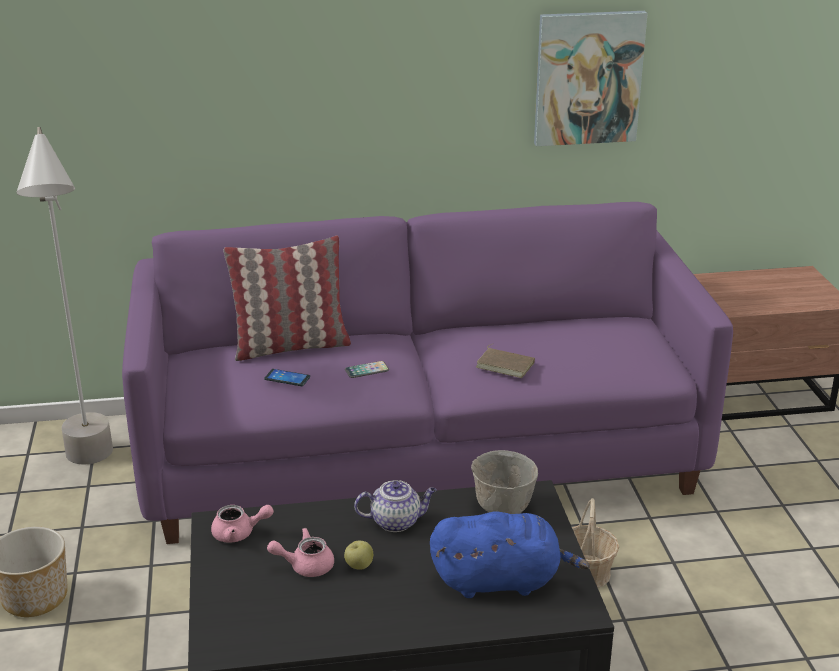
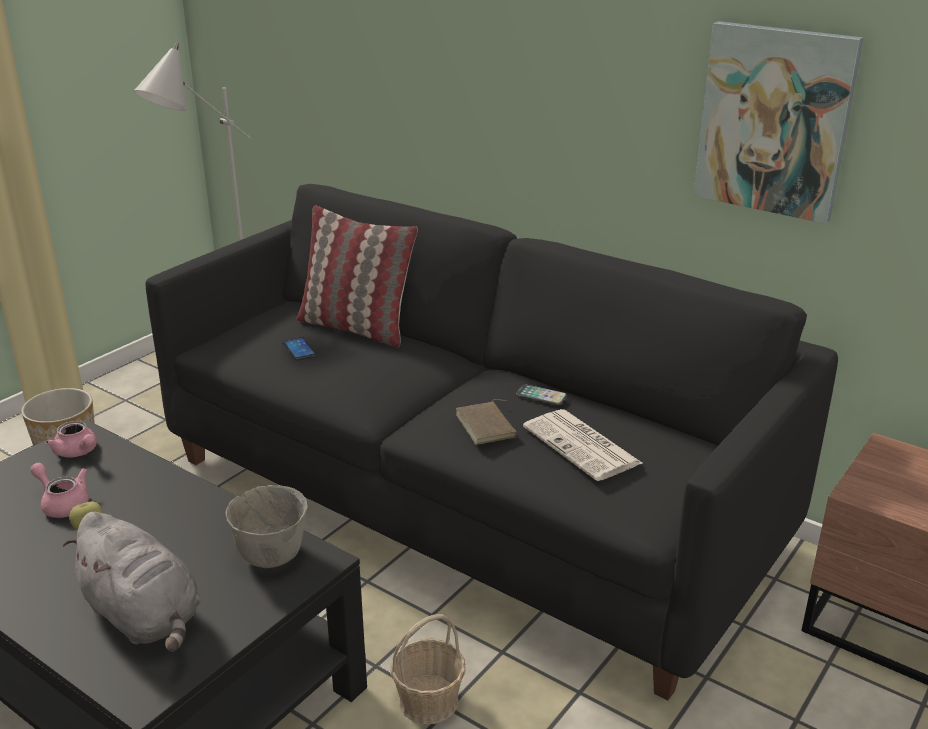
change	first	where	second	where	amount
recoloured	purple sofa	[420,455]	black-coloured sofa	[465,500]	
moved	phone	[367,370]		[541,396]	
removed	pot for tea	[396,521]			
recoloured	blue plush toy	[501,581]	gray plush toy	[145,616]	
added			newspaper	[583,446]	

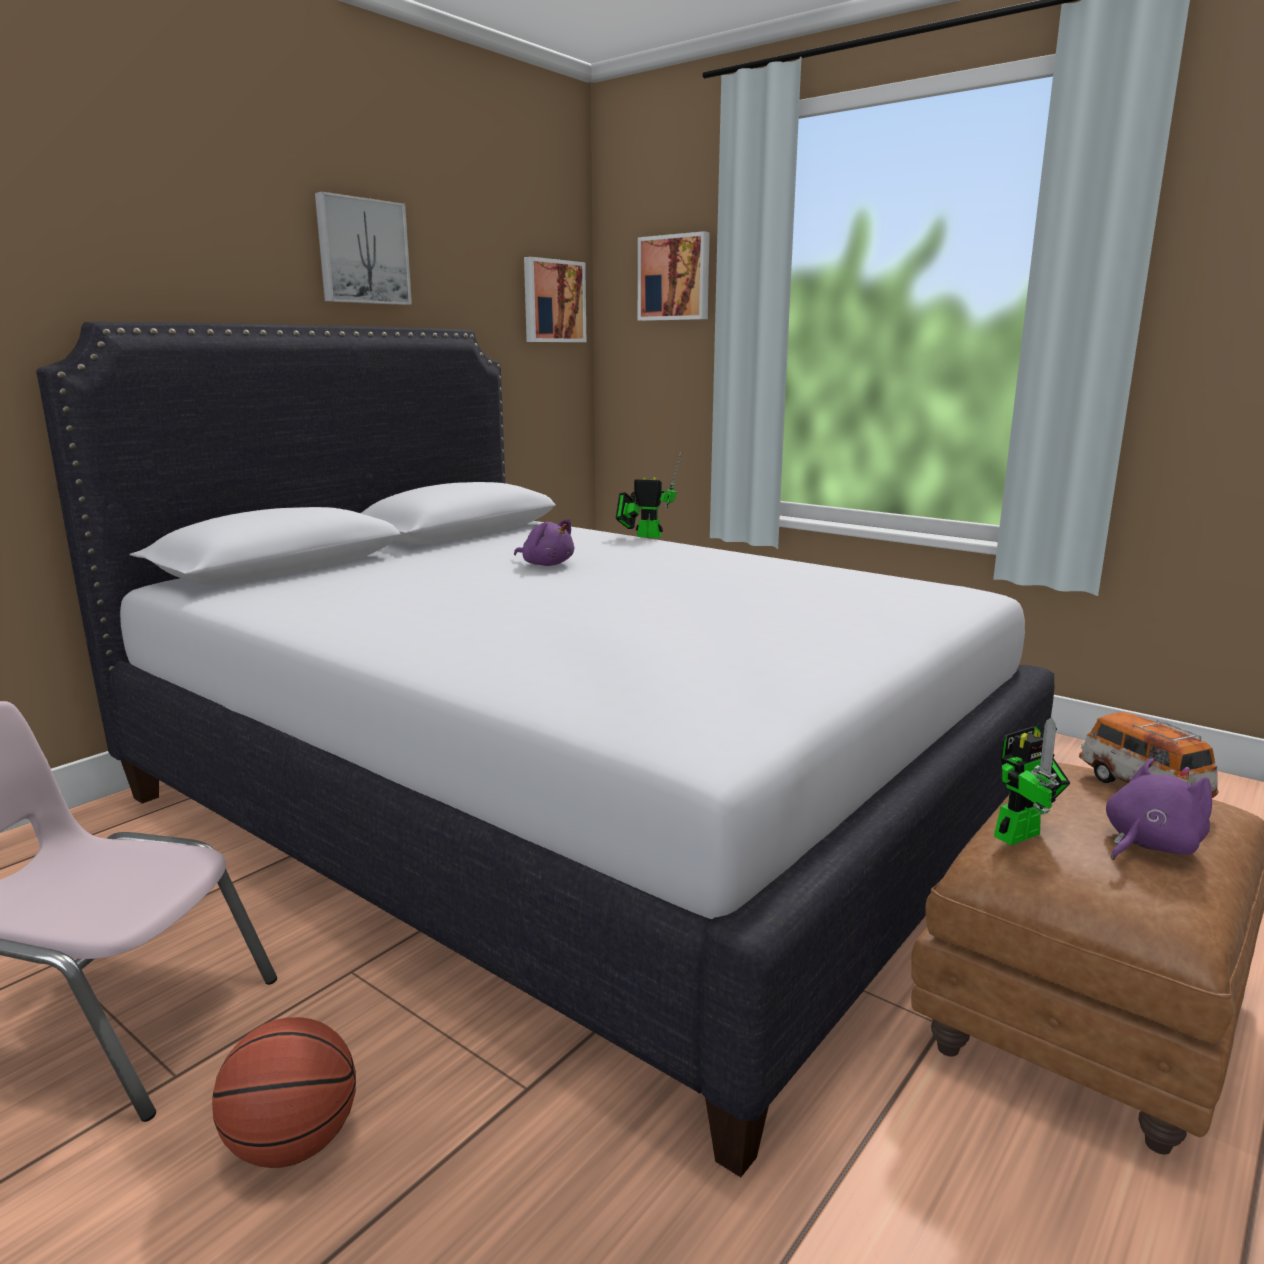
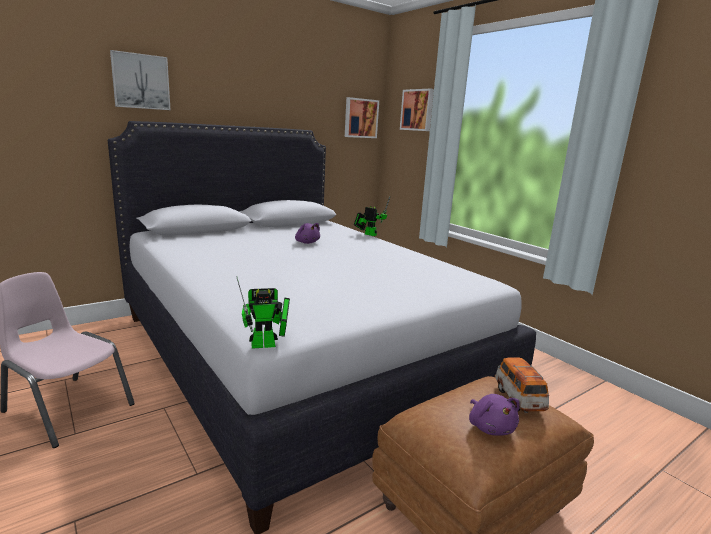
change	first	where	second	where	amount
removed	basketball ball	[292,1143]			
moved	wall picture	[362,251]		[140,81]	
moved	model robot	[1022,833]		[267,344]	
turned	purple plush toy	[1148,844]		[490,427]	90 degrees clockwise

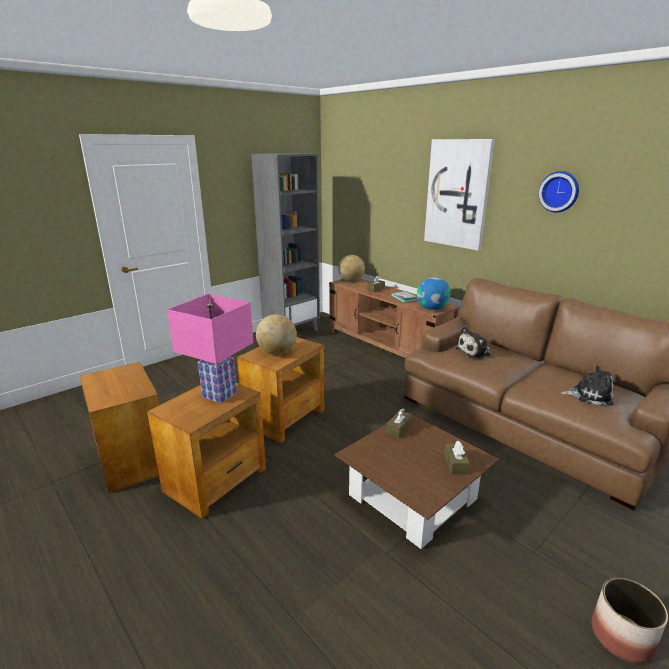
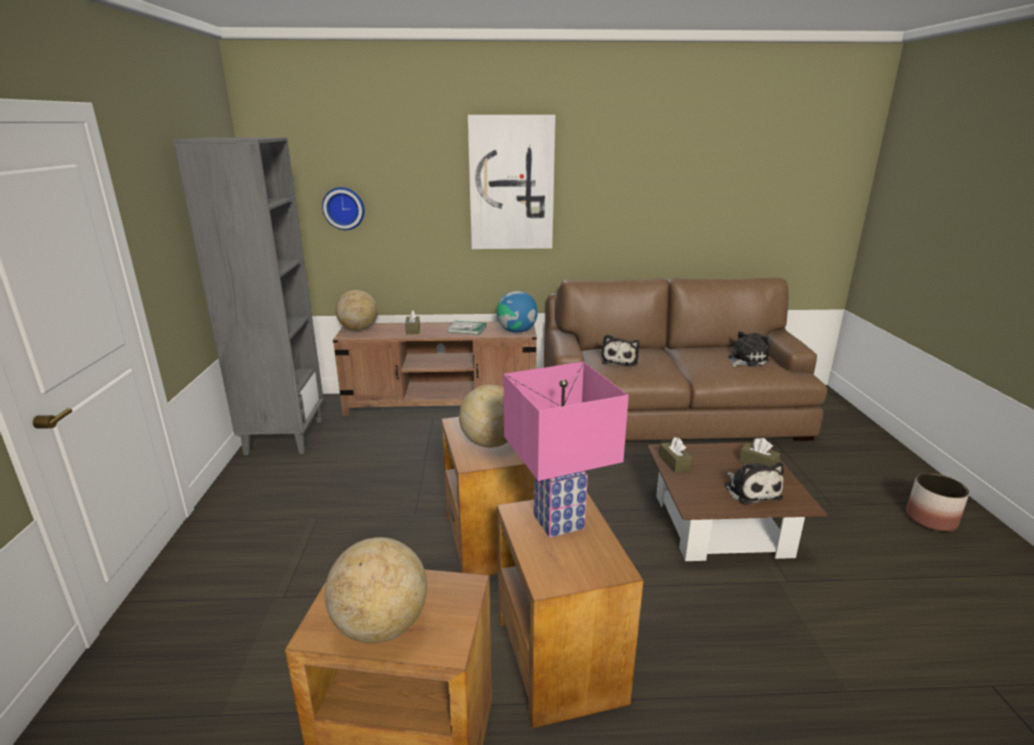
change	first	where	second	where	amount
moved	wall clock	[559,191]		[344,208]	
added			world globe	[381,626]	
added			plush toy	[751,490]	

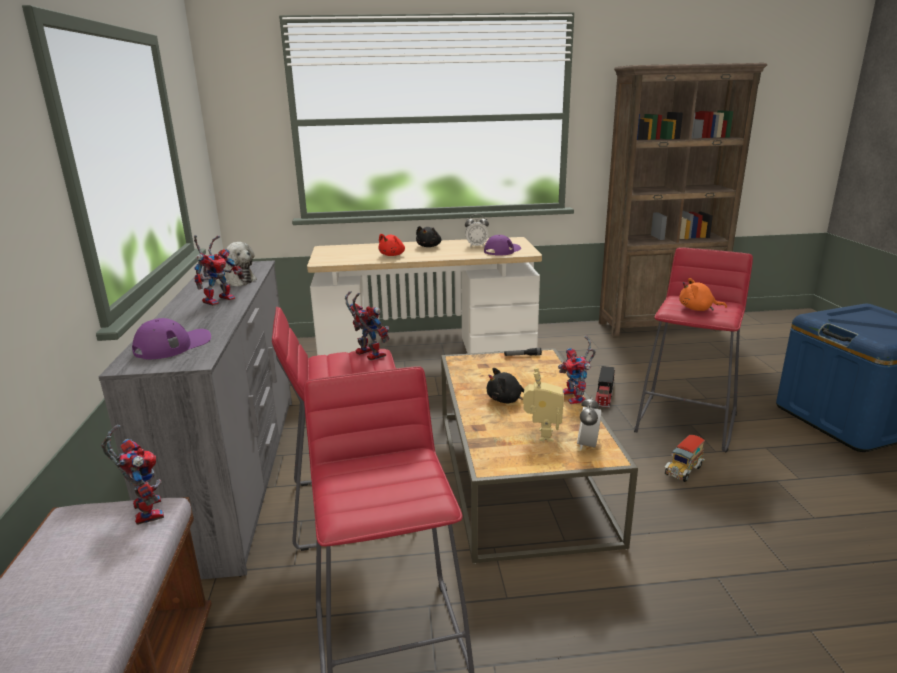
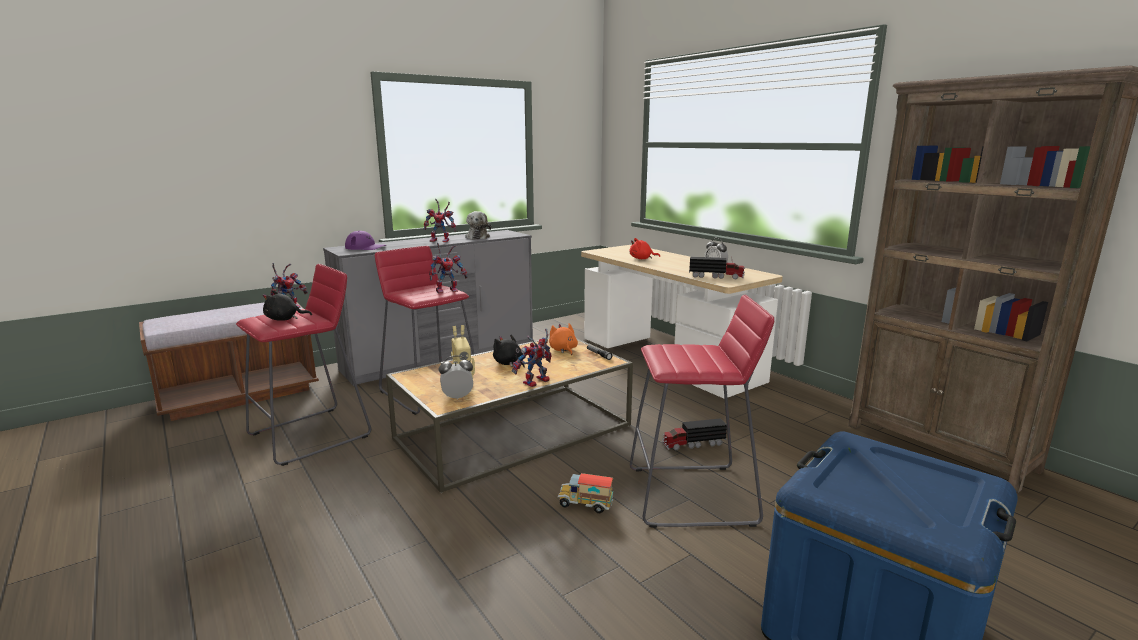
change	first	where	second	where	amount
turned	model robot	[366,354]		[448,290]	45 degrees clockwise
moved	black-coloured plush toy	[429,246]		[284,319]	
replaced	purple cap	[502,250]	model truck	[716,276]	
moved	orangey plush toy	[697,309]		[563,350]	

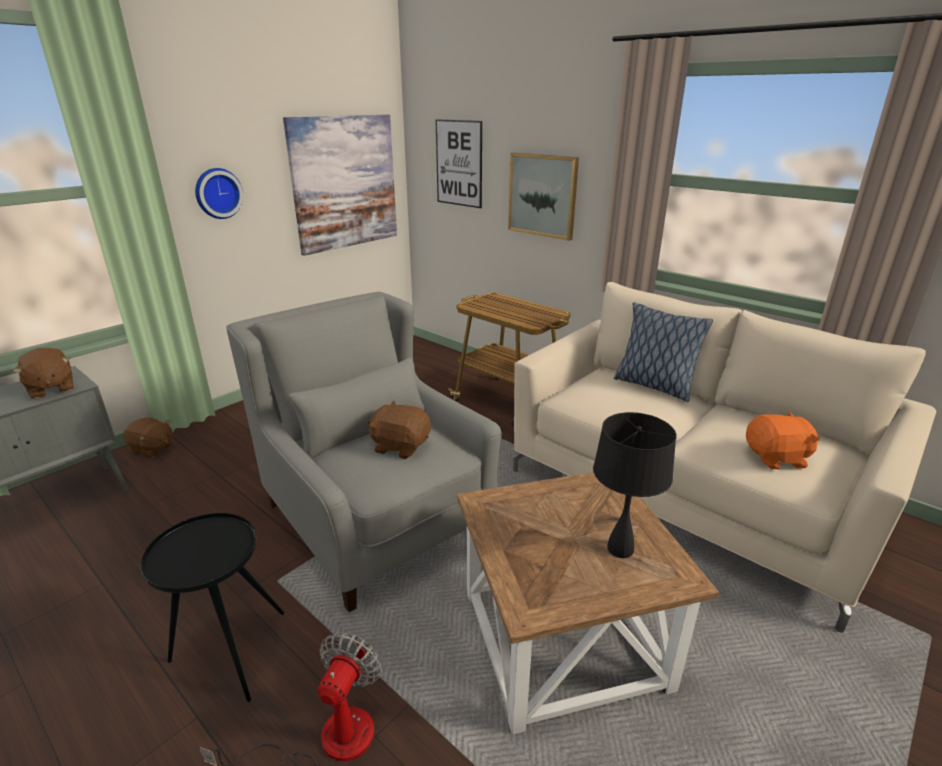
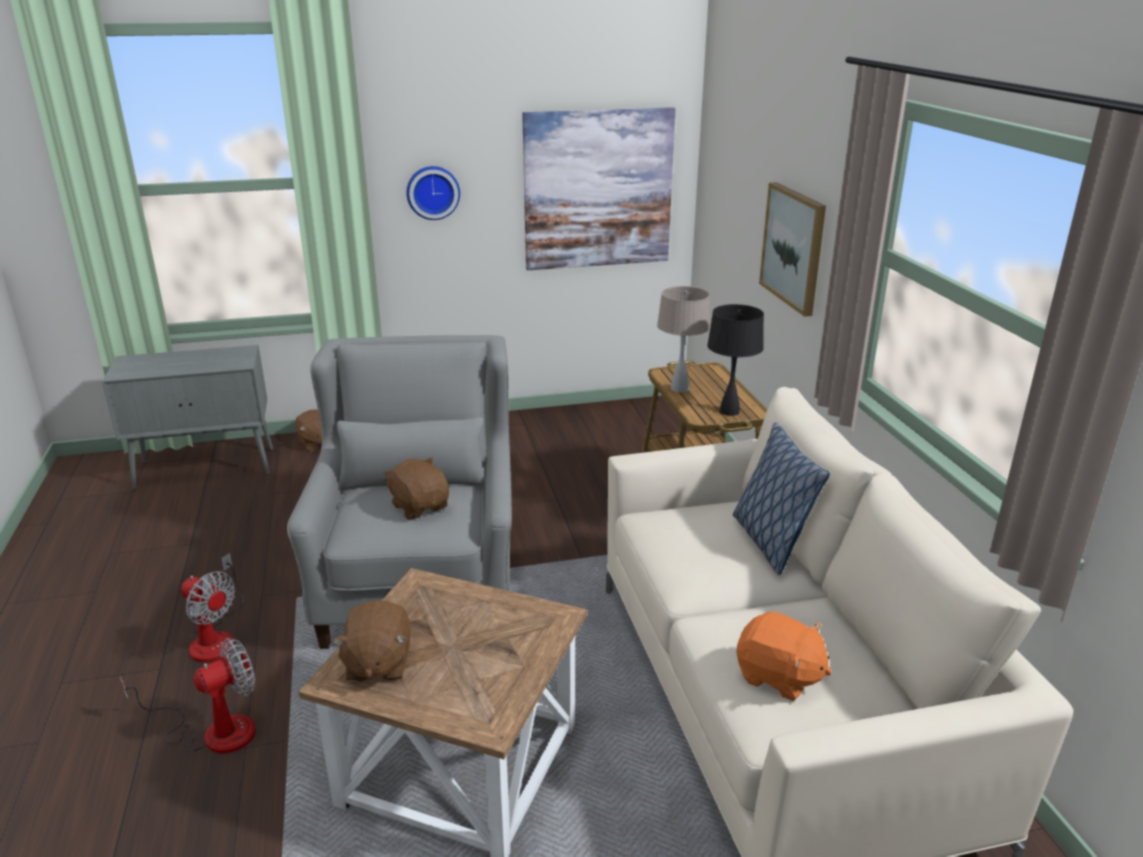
change	first	where	second	where	amount
moved	brown plush toy	[51,389]		[377,664]	
replaced	black-coloured accent table	[230,654]	fan	[216,637]	
removed	wall picture	[459,163]			
moved	black-coloured lamp for a table	[619,548]		[729,411]	
added			beige-coloured lamp for a table	[680,388]	

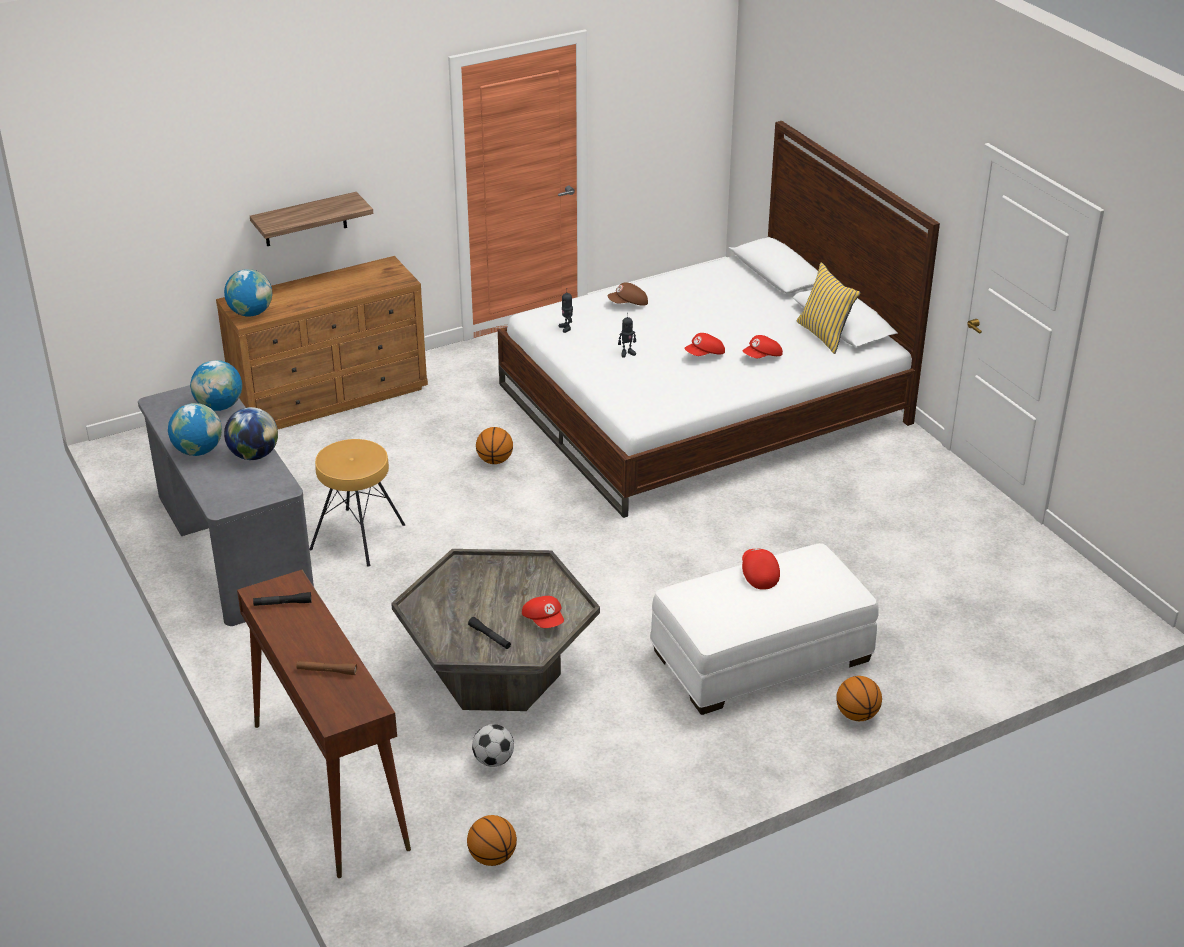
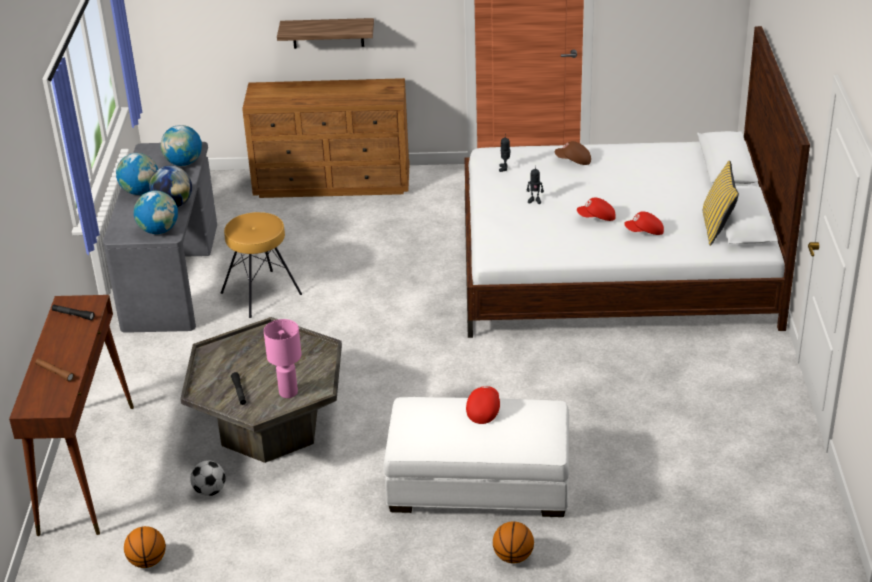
change	first	where	second	where	amount
moved	world globe	[251,313]		[159,230]	
removed	basketball ball	[495,460]			
replaced	reddish cap	[544,620]	pink-coloured lamp for a table	[288,392]	

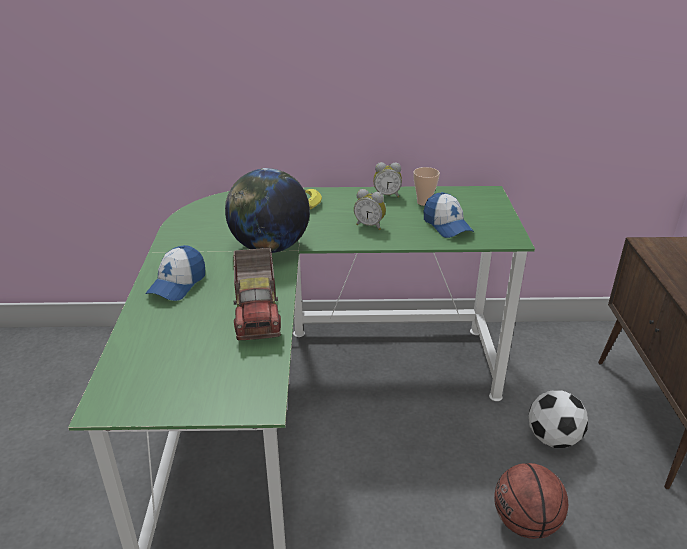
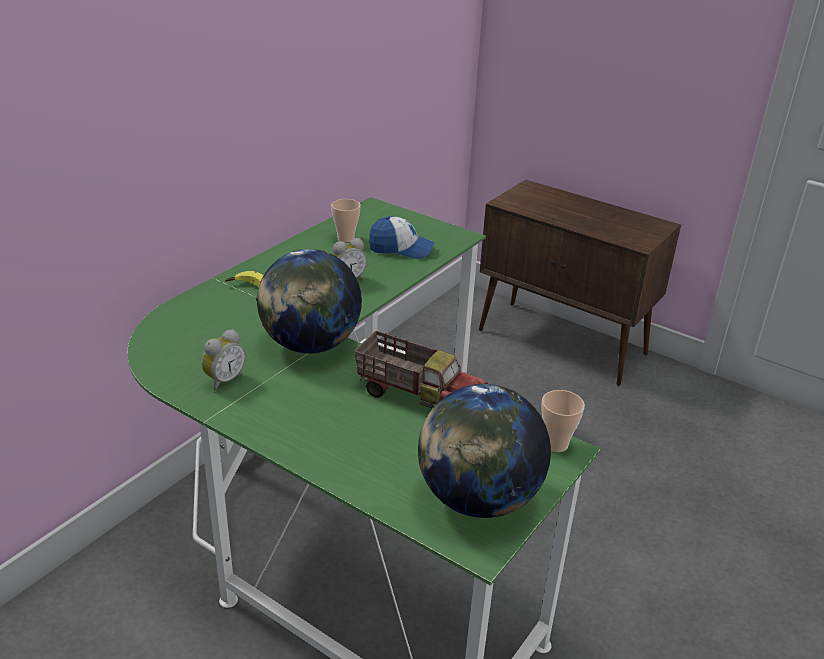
change	first	where	second	where	amount
removed	cap	[177,284]			
moved	bedside clock	[387,195]		[224,380]	
removed	basketball ball	[525,523]			
removed	ball for football	[553,438]			
added			world globe	[478,499]	
added			cup	[556,444]	

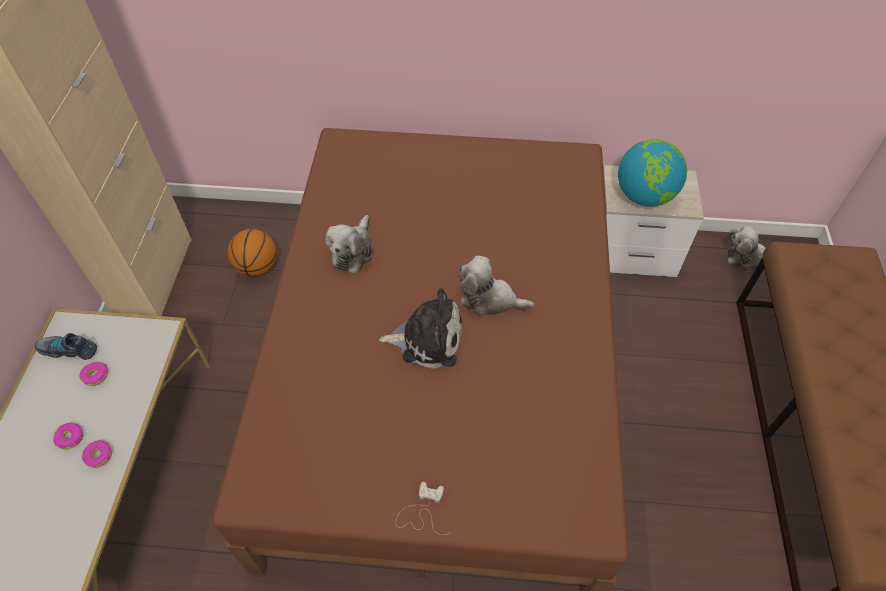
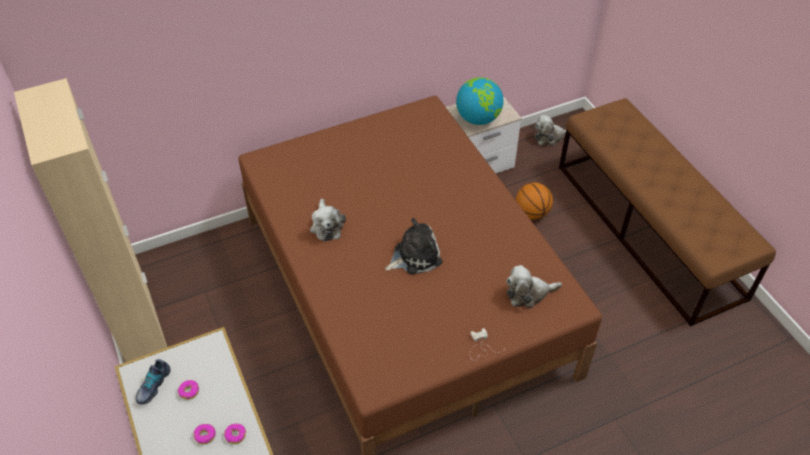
change	first	where	second	where	amount
turned	item of footwear	[69,349]		[153,385]	45 degrees counterclockwise
moved	basketball ball	[257,267]		[532,213]	
moved	plush toy	[490,299]		[528,294]	

